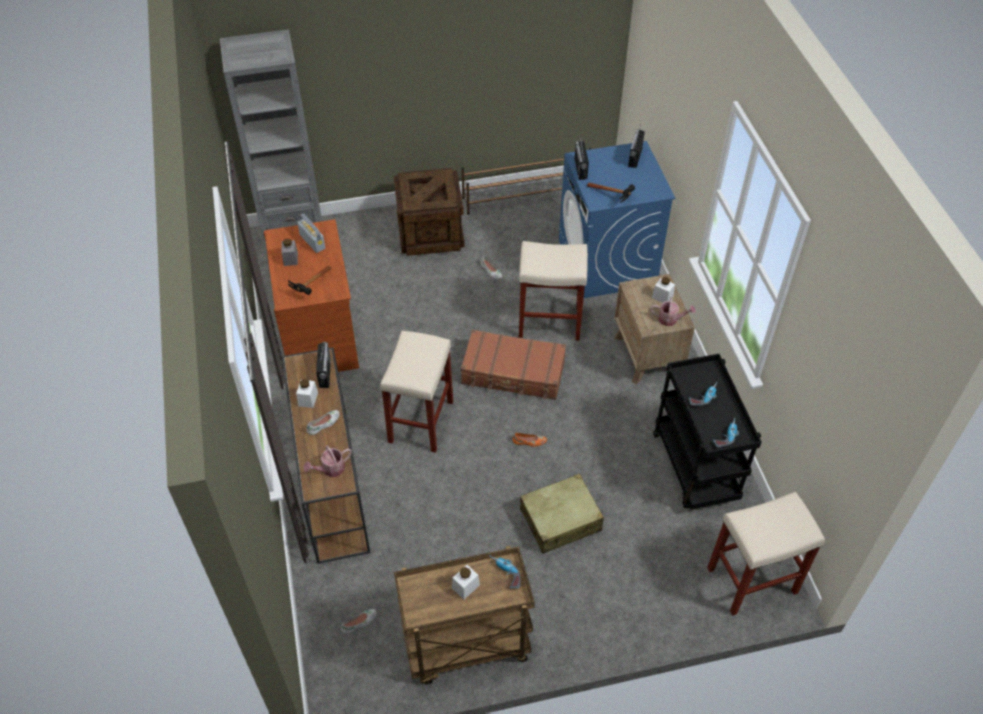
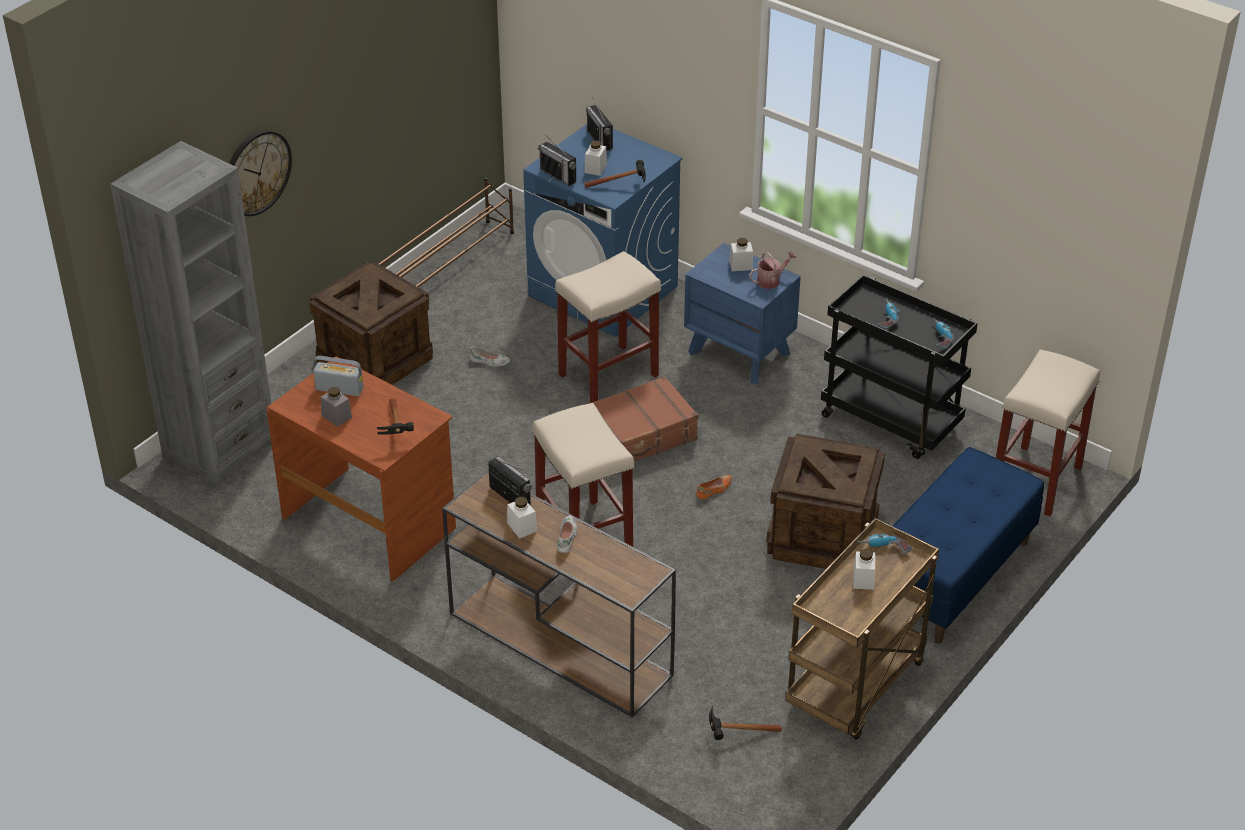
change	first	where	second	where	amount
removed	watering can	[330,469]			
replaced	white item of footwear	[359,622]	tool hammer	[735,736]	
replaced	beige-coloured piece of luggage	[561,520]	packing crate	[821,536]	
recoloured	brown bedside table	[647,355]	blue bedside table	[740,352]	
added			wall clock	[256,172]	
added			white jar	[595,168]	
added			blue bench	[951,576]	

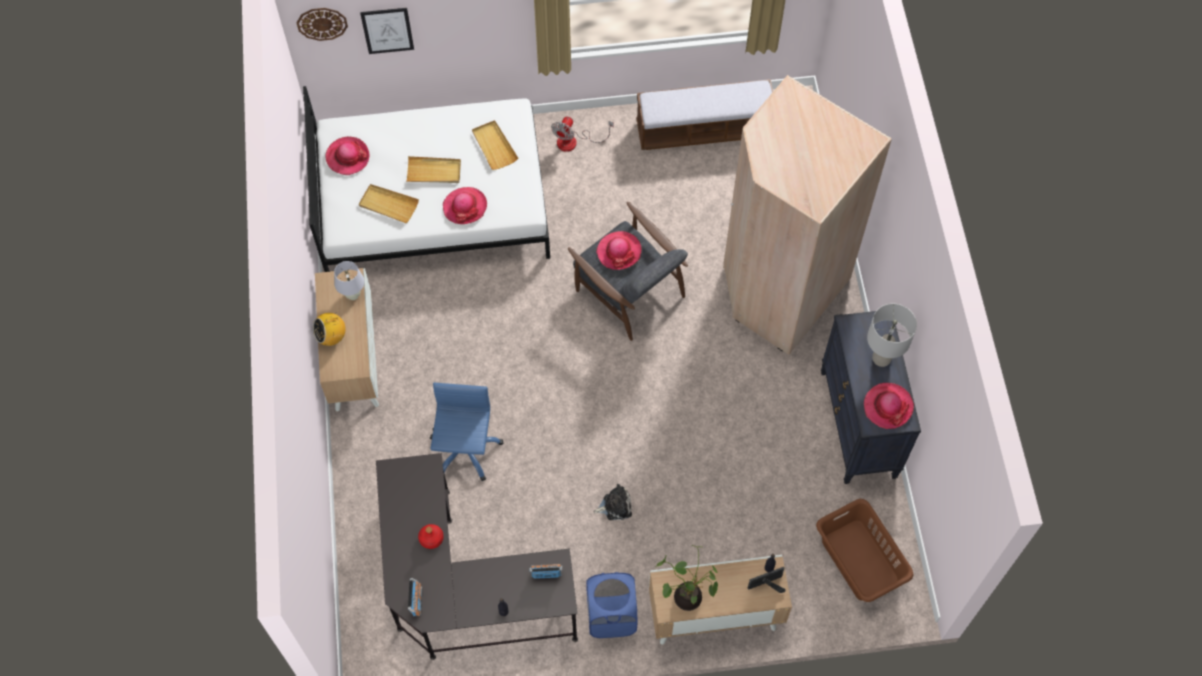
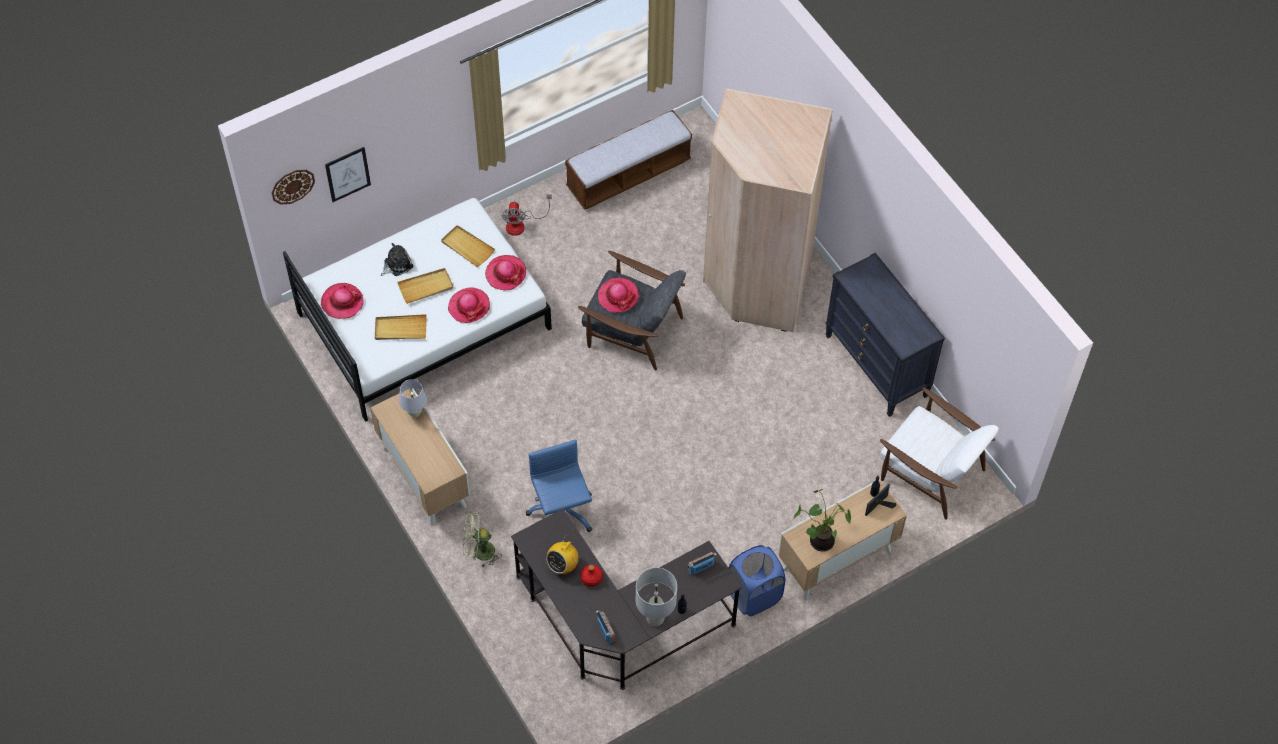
change	first	where	second	where	amount
moved	radio	[331,337]		[563,565]	
moved	plush toy	[615,506]		[396,264]	
replaced	brown washing basket	[859,561]	white easy chair	[930,472]	
moved	wearable hat	[887,406]		[505,274]	
moved	gray lamp for a table	[881,359]		[655,619]	
added			green-coloured fan	[479,552]	

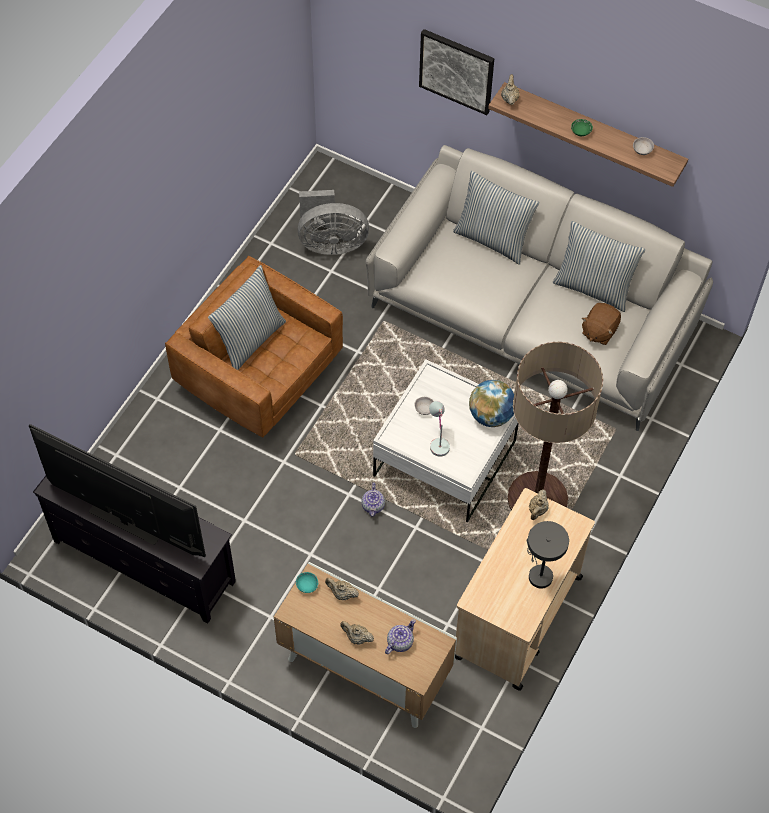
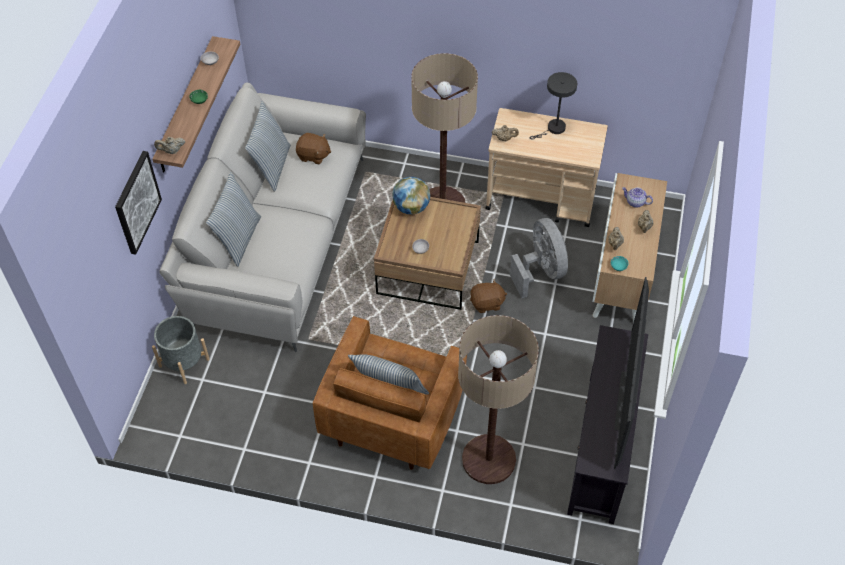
change	first	where	second	where	amount
moved	gray fan	[330,243]		[540,271]	
replaced	pot for tea	[373,506]	brown plush toy	[487,303]	
recoloured	white coffee table	[445,458]	brown coffee table	[428,268]	
removed	white lamp for a table	[437,440]			
added			gray planter	[184,362]	
added			floor lamp	[488,459]	

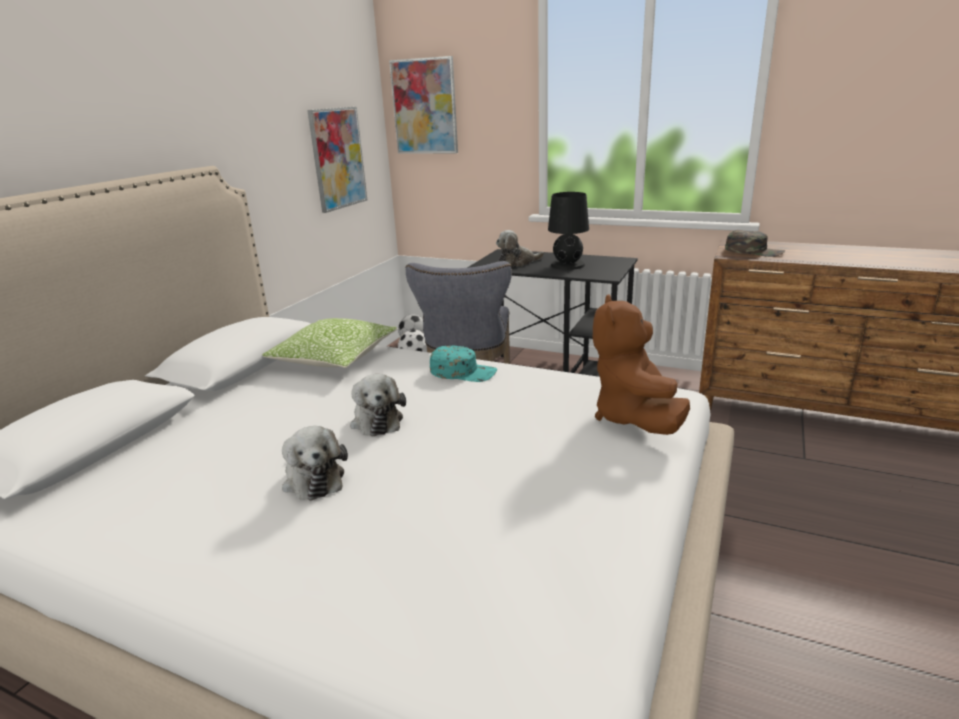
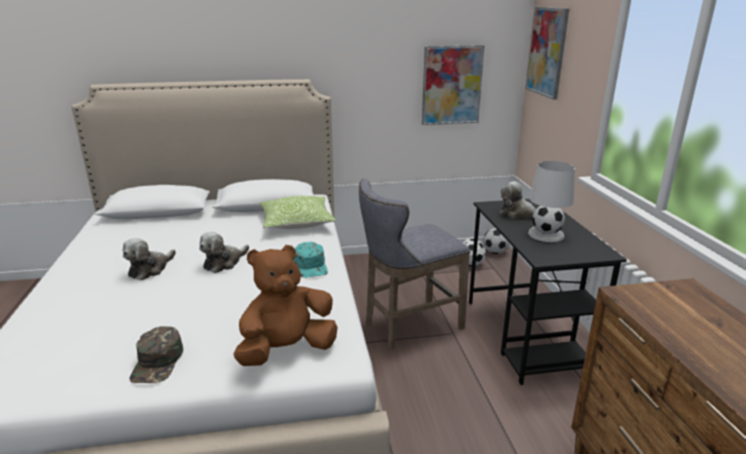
change	first	where	second	where	amount
recoloured	black-coloured lamp for a table	[568,265]	white lamp for a table	[546,234]	
moved	green-coloured cap	[754,251]		[158,362]	

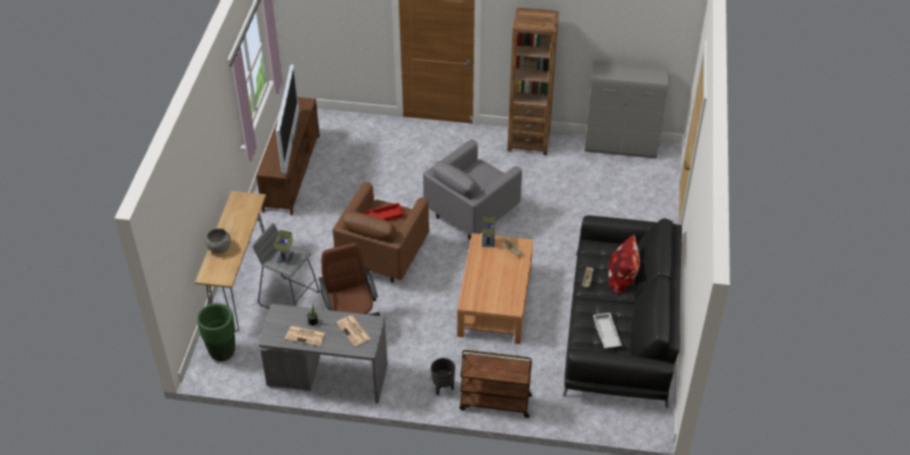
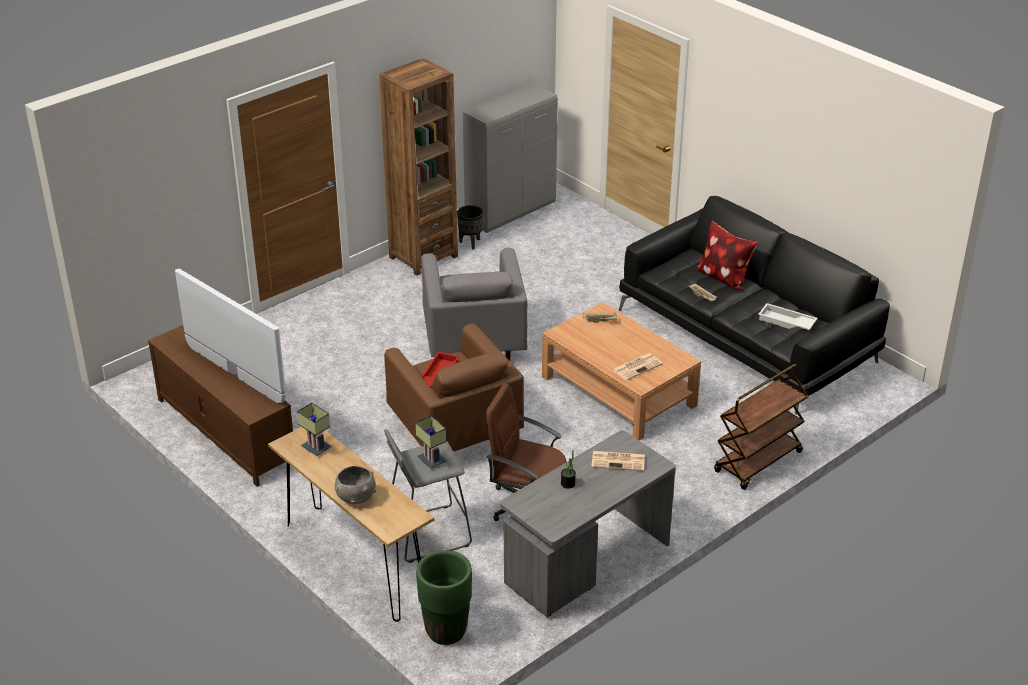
change	first	where	second	where	amount
moved	newspaper	[306,336]		[637,366]	
moved	black-coloured planter	[443,388]		[470,243]	
moved	lamp for a table	[487,242]		[314,448]	

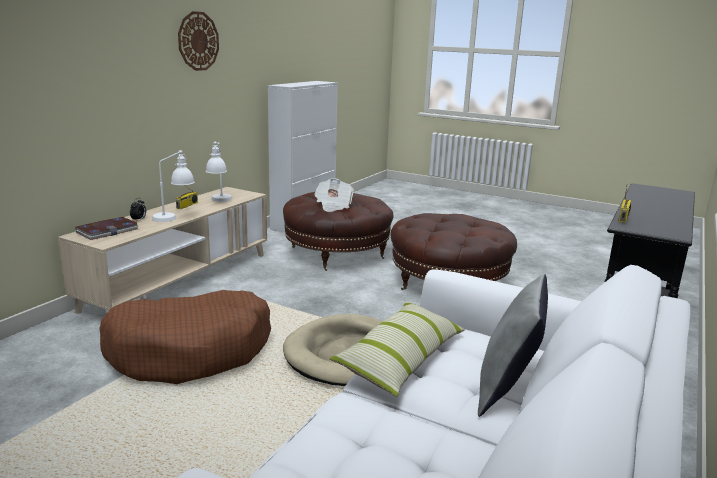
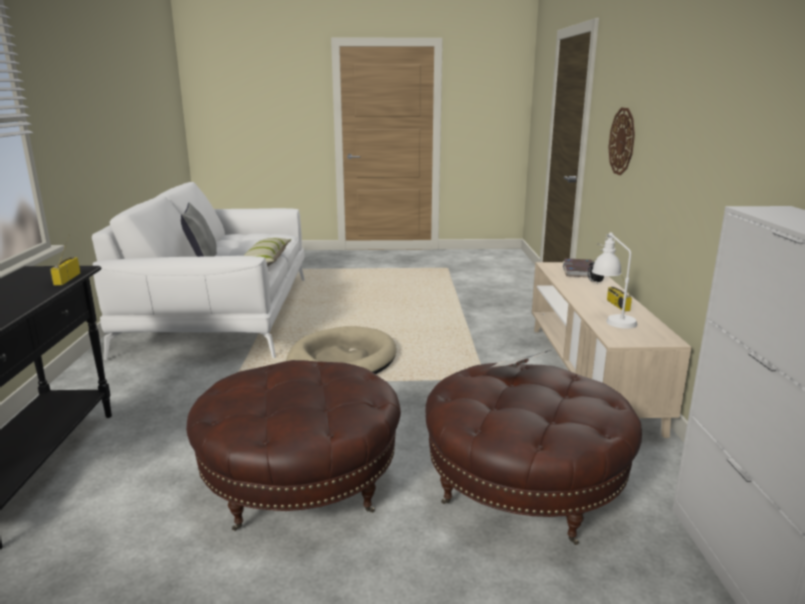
change	first	where	second	where	amount
removed	brown dog cushion	[191,351]			
removed	white lamp for a table	[174,218]			
moved	wall clock	[198,41]		[622,141]	

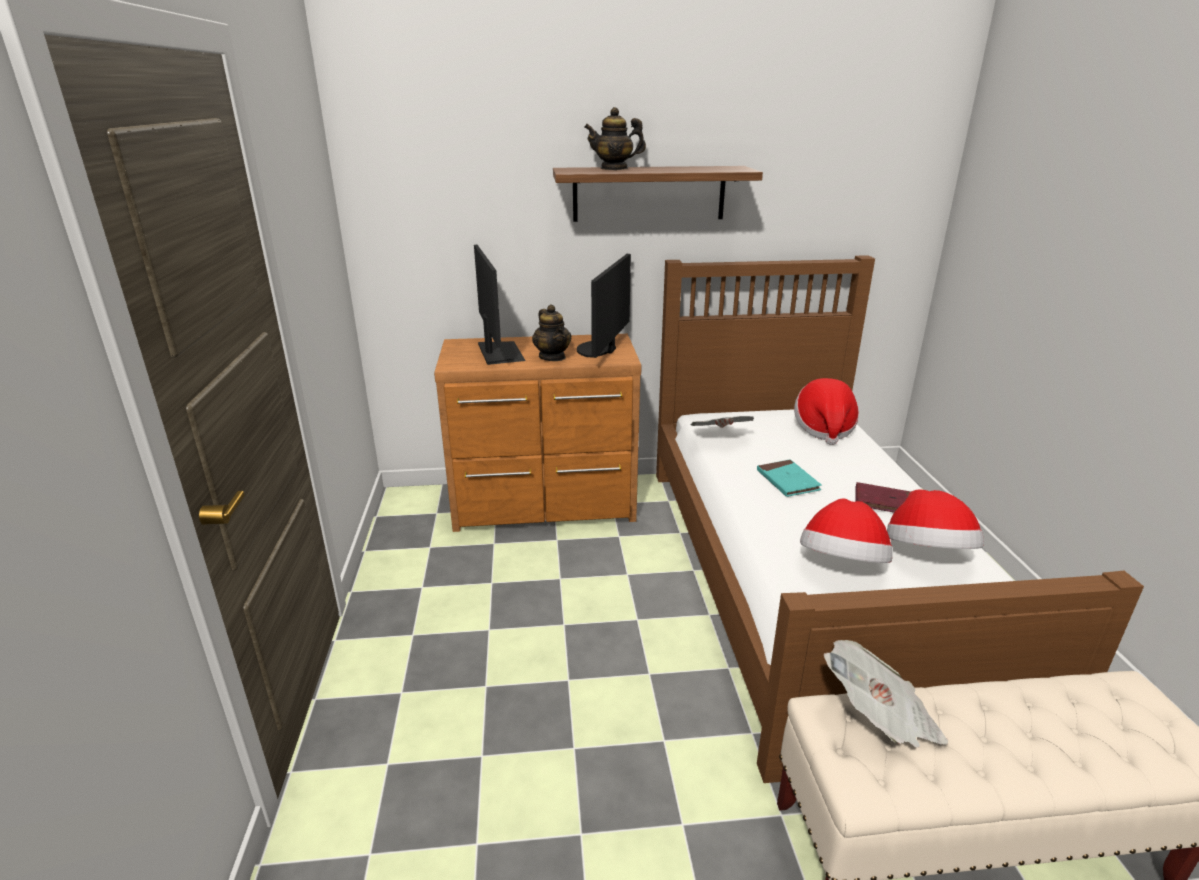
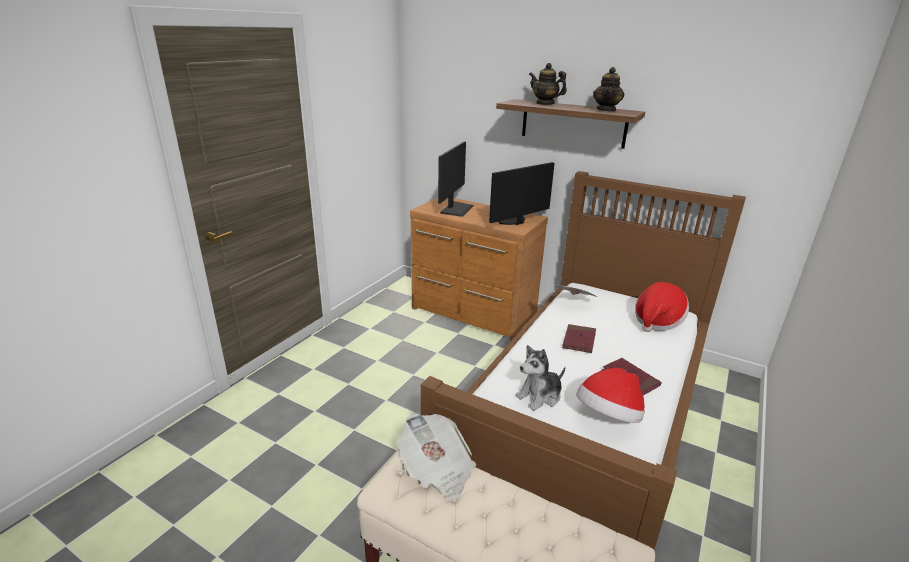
change	first	where	second	where	amount
moved	pot for tea	[552,357]		[606,110]	
recoloured	turquoise-coloured bound book	[787,481]	reddish bound book	[579,340]	
replaced	wearable hat	[842,565]	plush toy	[540,396]	

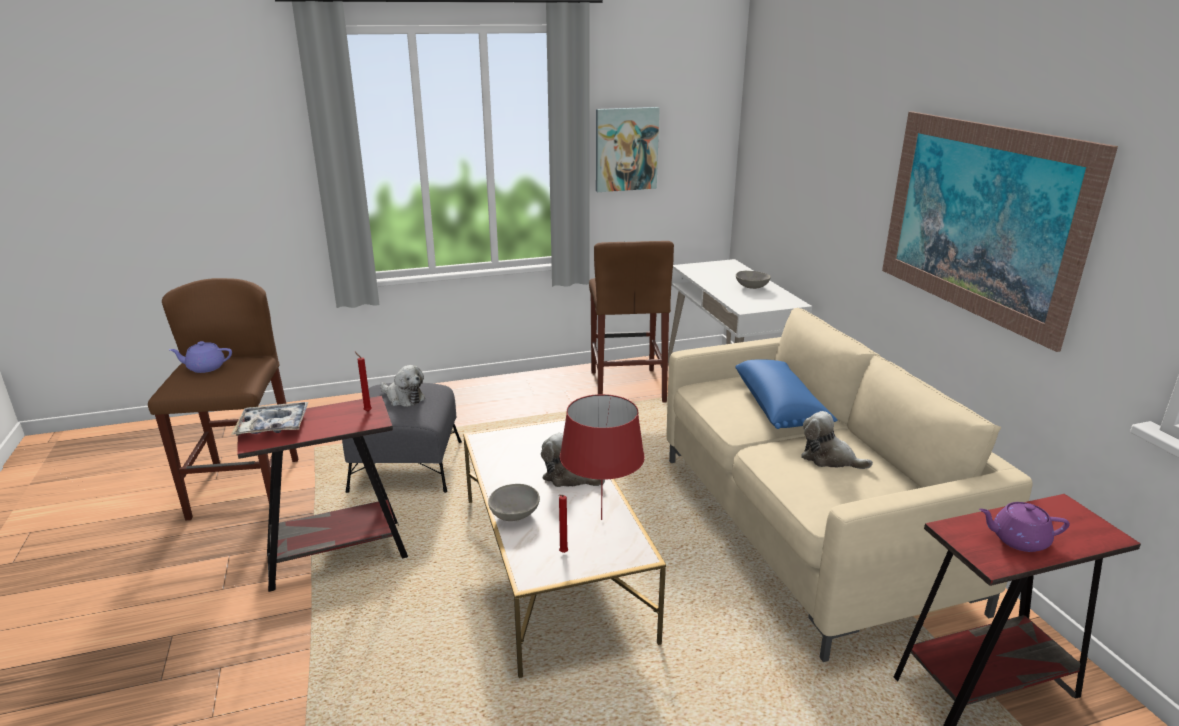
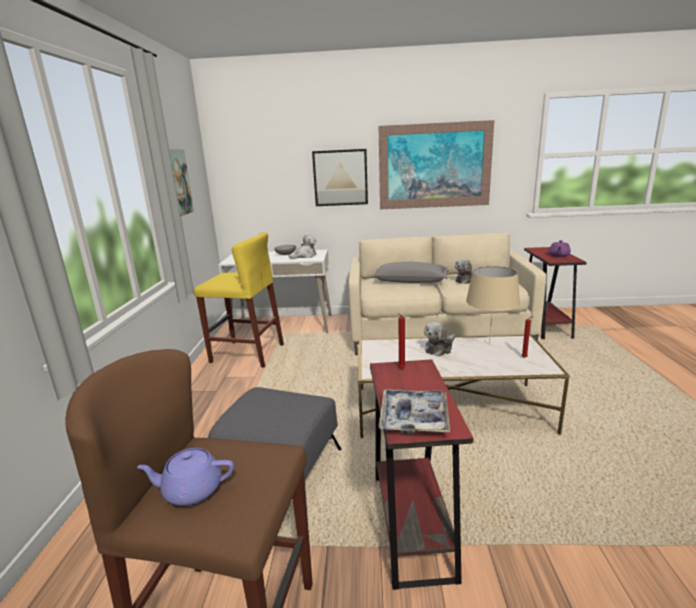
change	first	where	second	where	amount
turned	purple pot for tea	[205,368]		[191,490]	75 degrees clockwise
moved	plush toy	[403,398]		[305,256]	
removed	gray deep dish	[515,514]			
recoloured	reddish lamp for a table	[601,519]	beige-coloured lamp for a table	[489,344]	
recoloured	brown stool seat	[627,386]	yellow-coloured stool seat	[247,353]	
recoloured	blue cushion	[780,408]	gray cushion	[411,281]	
added			wall picture	[340,178]	

